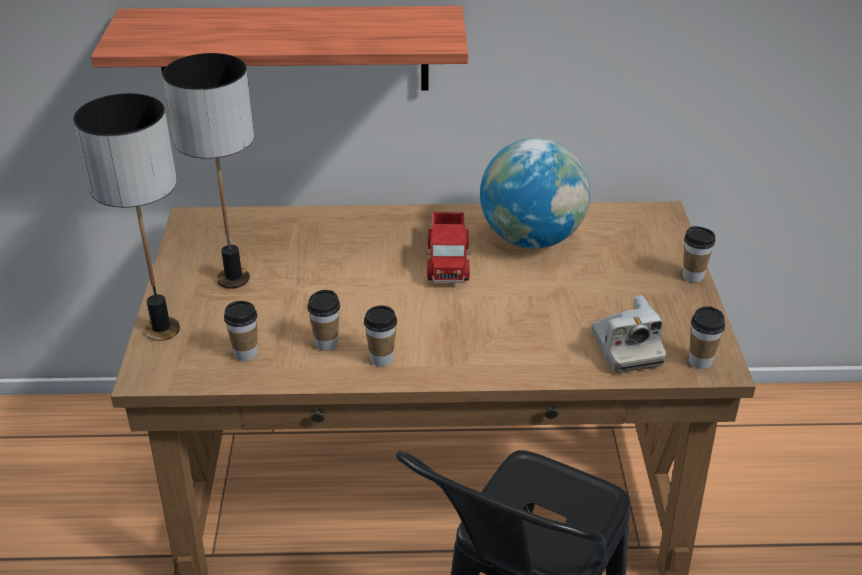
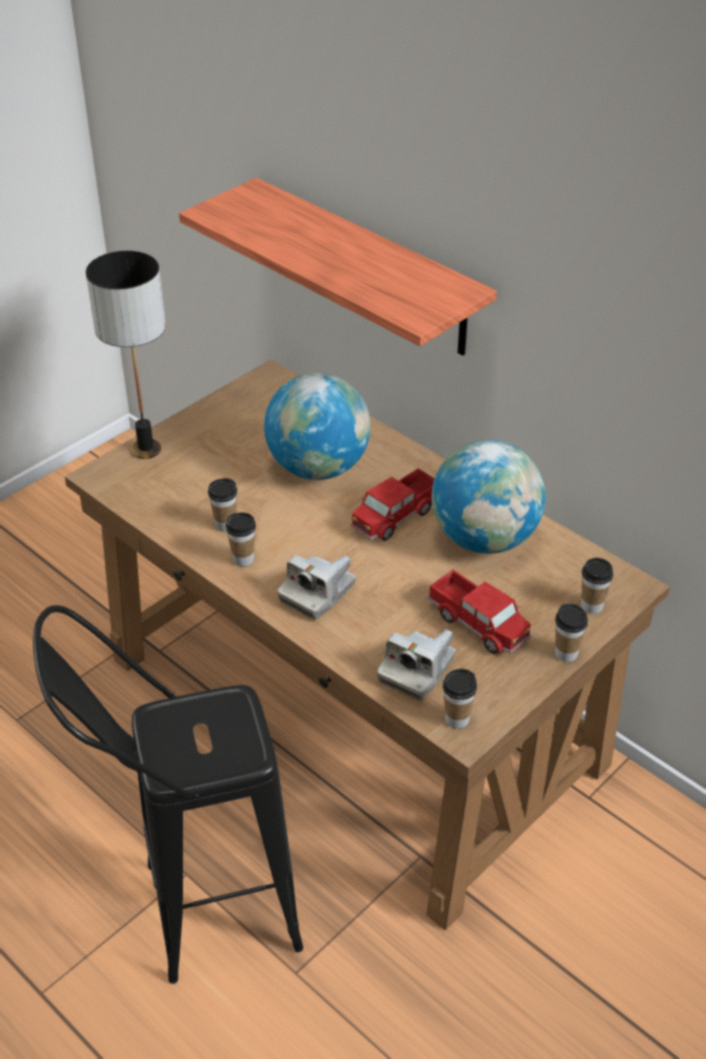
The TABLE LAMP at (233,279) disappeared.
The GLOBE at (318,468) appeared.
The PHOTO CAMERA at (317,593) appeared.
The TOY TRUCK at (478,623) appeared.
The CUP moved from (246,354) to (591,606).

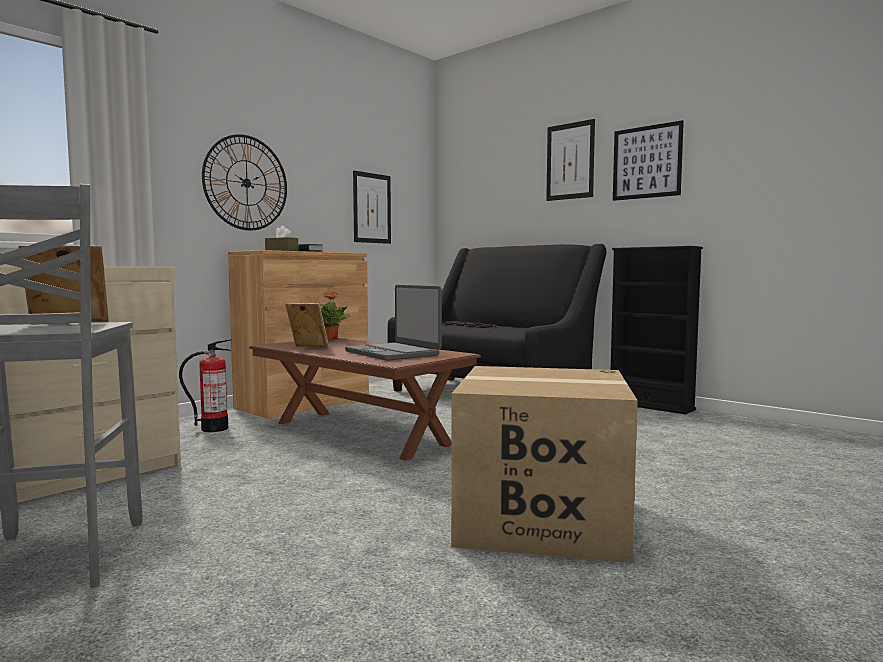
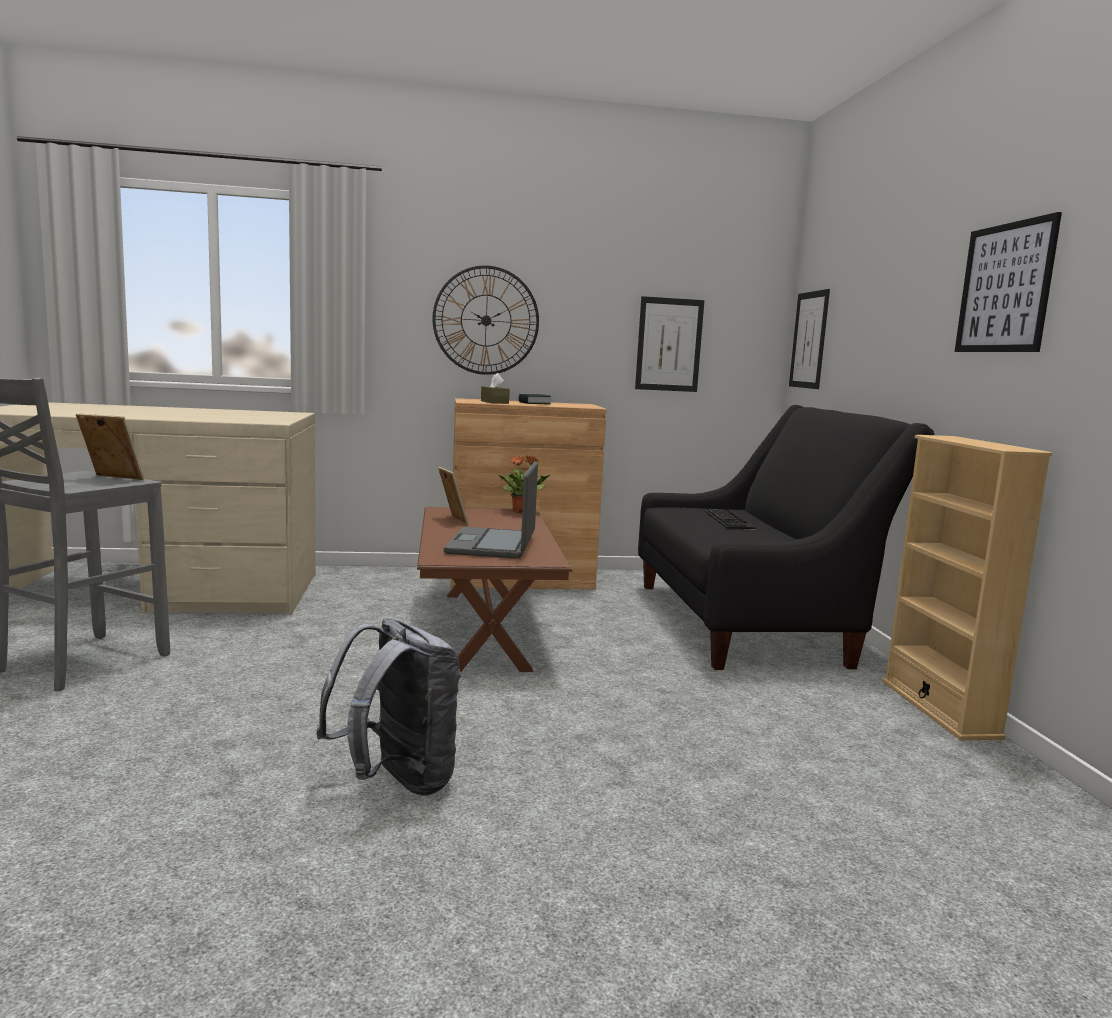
The FIRE EXTINGUISHER at (214,428) disappeared.
The PICTURE moved from (570,161) to (809,340).
The CARDBOARD BOX at (540,519) was replaced by the GREY BACKPACK at (396,782).
The BLACK BOOKCASE at (650,406) became the BEIGE BOOKCASE at (939,708).

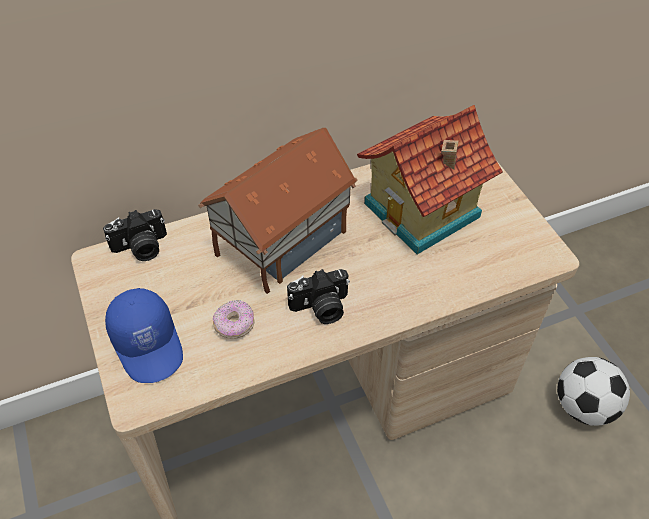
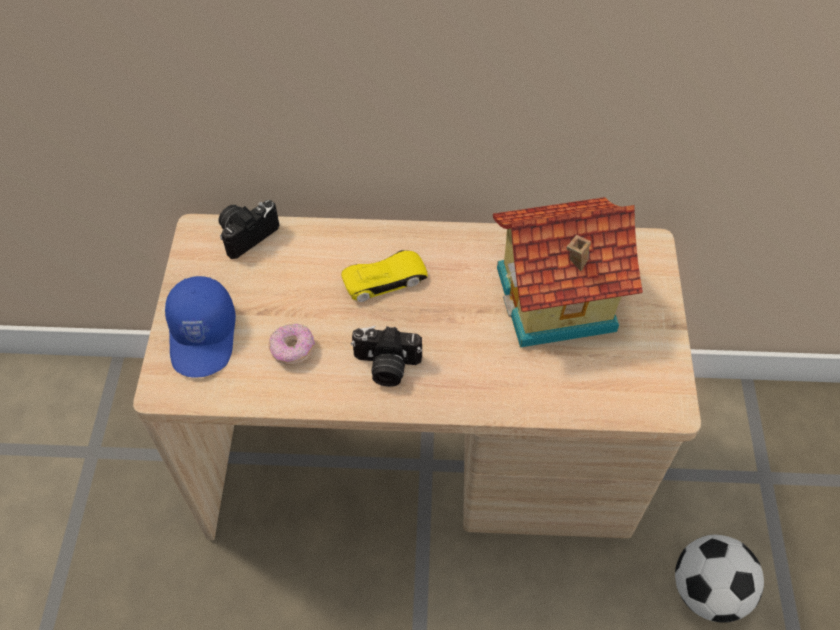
The TOY HOUSE at (280,242) was replaced by the YELLOW TOY CAR at (385,279).
The PHOTO CAMERA at (141,248) turned 135 degrees clockwise.

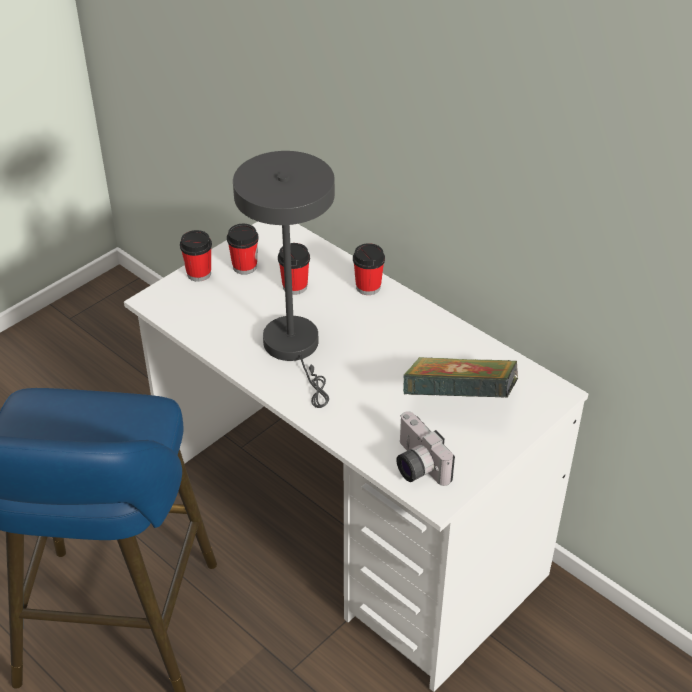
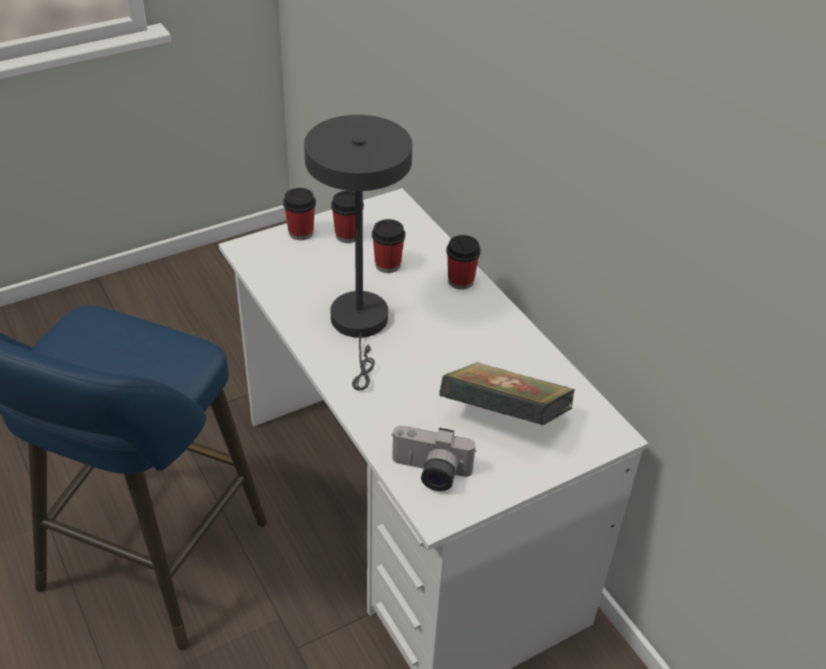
The PHOTO CAMERA at (415,465) turned 60 degrees counterclockwise.

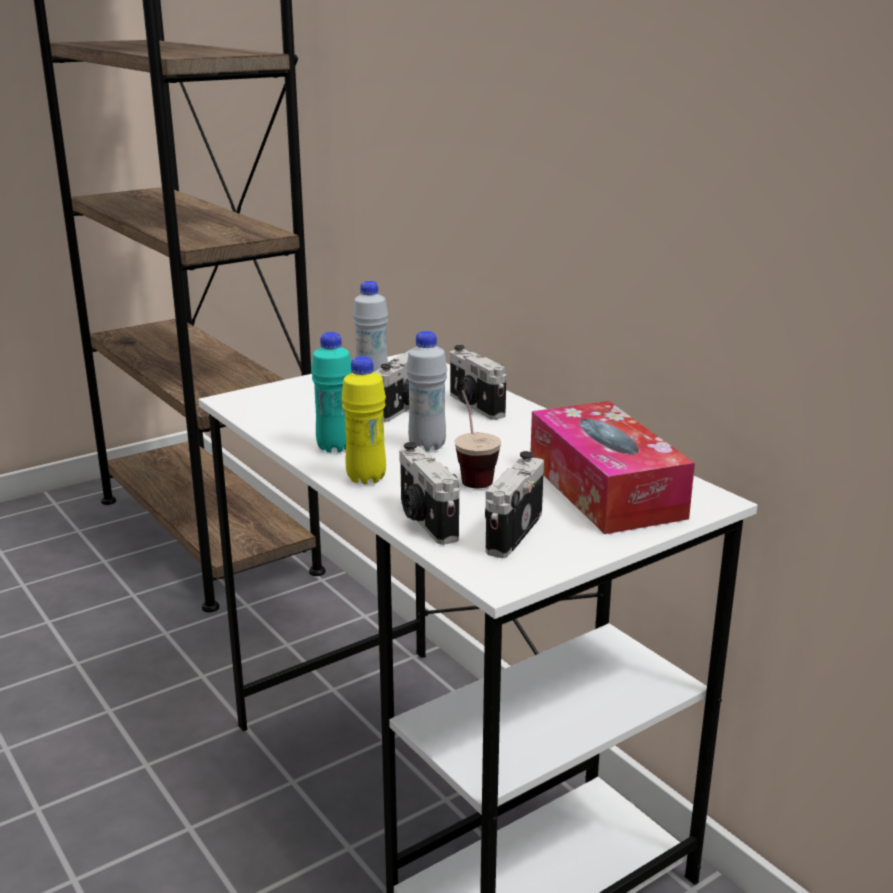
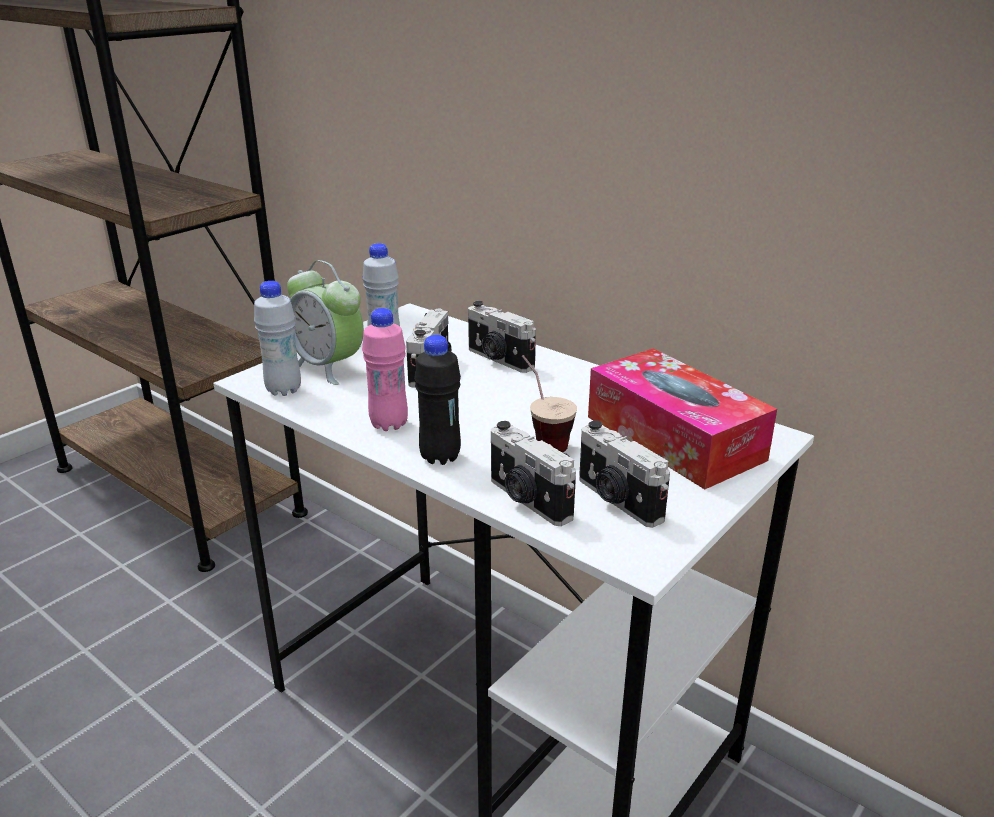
The ALARM CLOCK at (328,367) appeared.
The WHITE BOTTLE moved from (427,446) to (284,390).
The TURQUOISE BOTTLE at (335,447) became the PINK BOTTLE at (389,424).
The YELLOW BOTTLE at (366,478) became the BLACK BOTTLE at (440,457).
The PHOTO CAMERA at (510,532) turned 45 degrees counterclockwise.

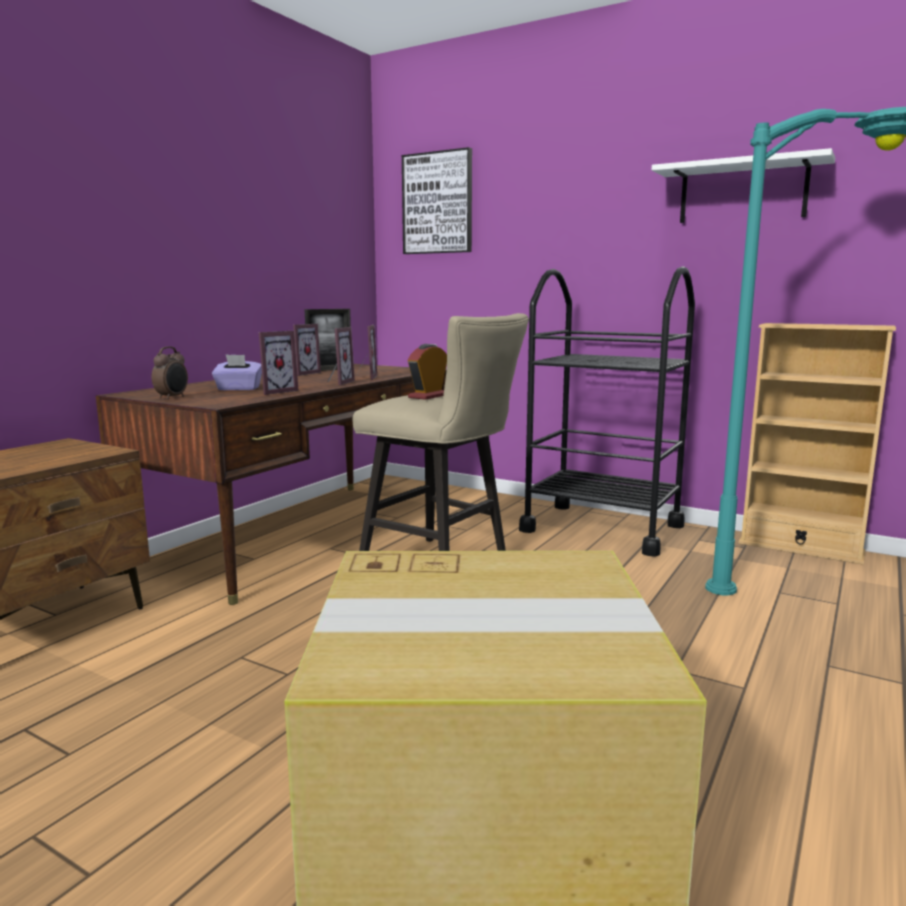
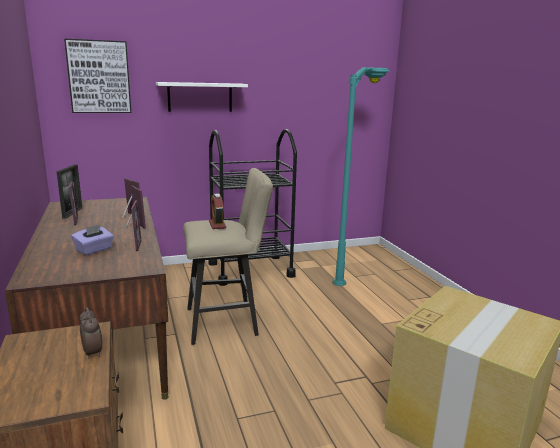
The BEIGE BOOKCASE at (800,548) disappeared.
The ALARM CLOCK moved from (172,398) to (93,353).
The WHITE SHELF moved from (742,192) to (200,97).

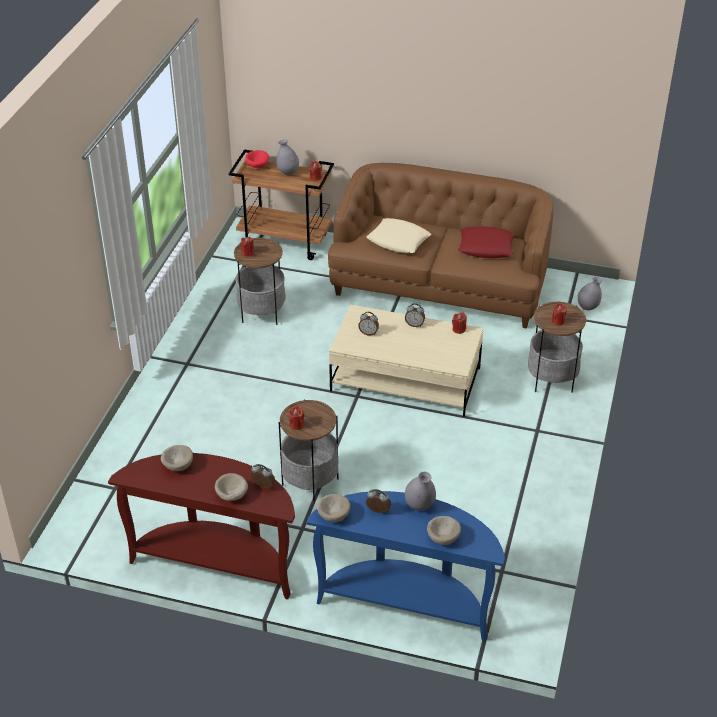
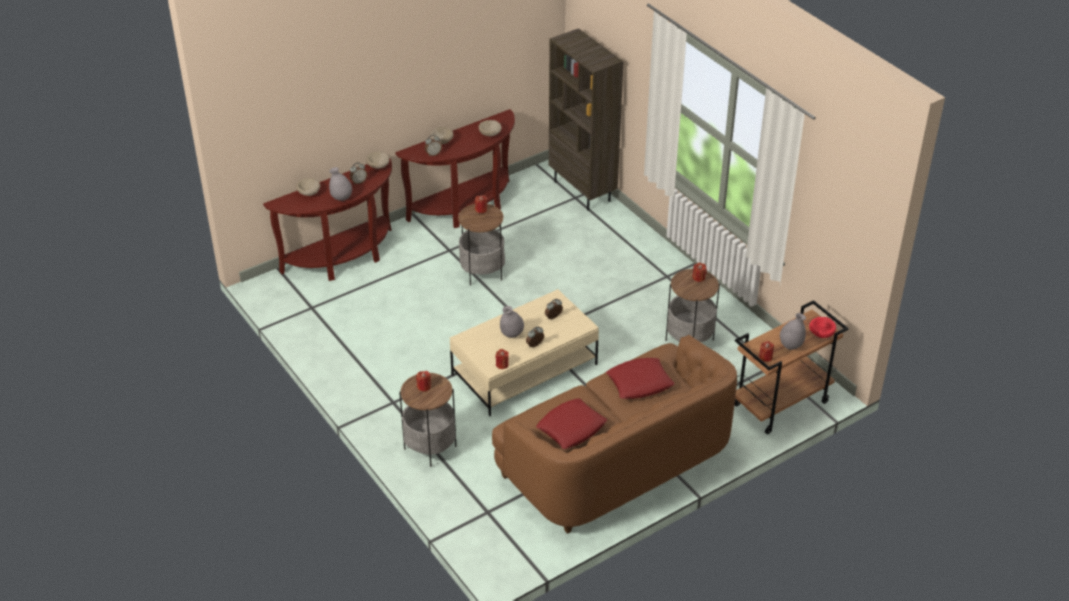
The BROWN BOOKCASE at (583,191) appeared.
The GREY VASE moved from (588,307) to (511,334).
The BLUE CONSOLE TABLE at (406,602) became the BROWN CONSOLE TABLE at (343,259).
The BEIGE PILLOW at (398,241) became the RED PILLOW at (639,383).

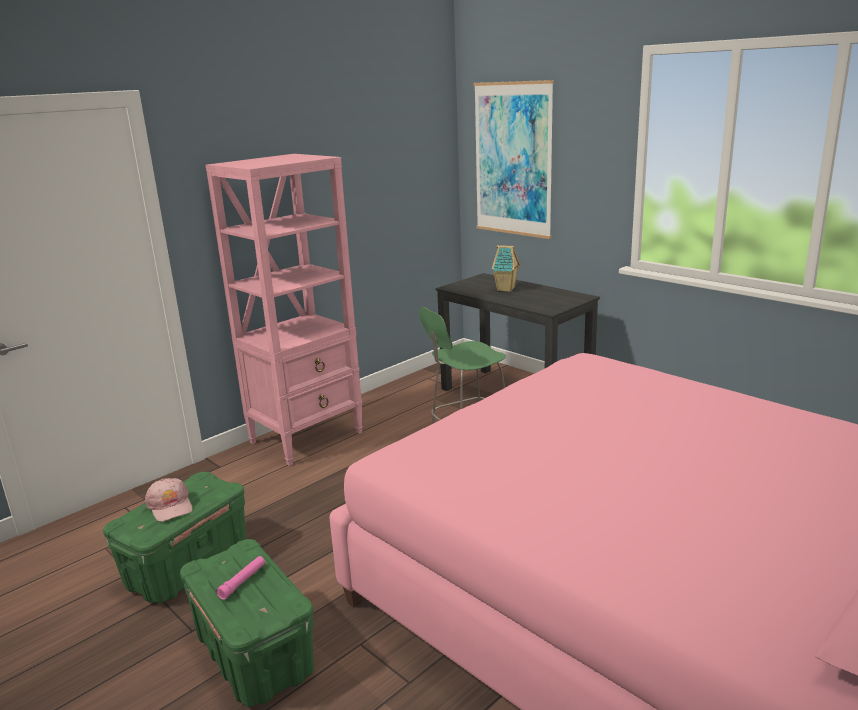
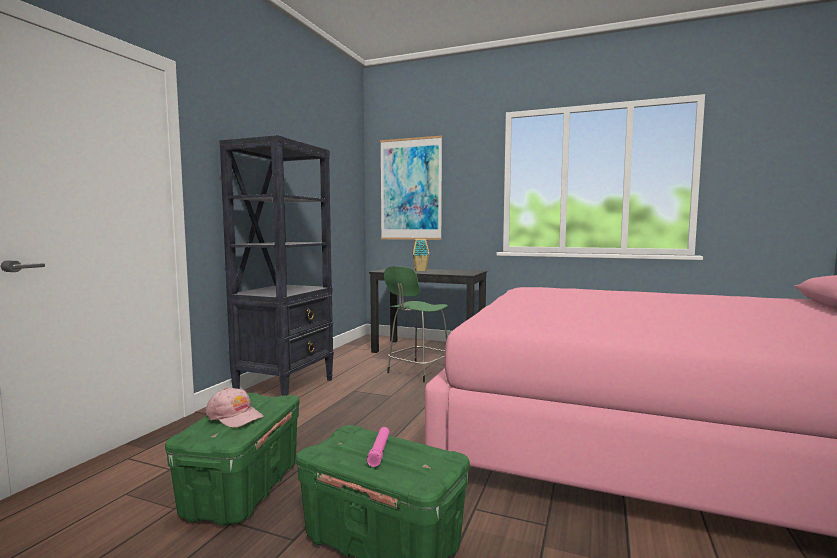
The PINK BOOKCASE at (307,437) became the BLACK BOOKCASE at (286,387).

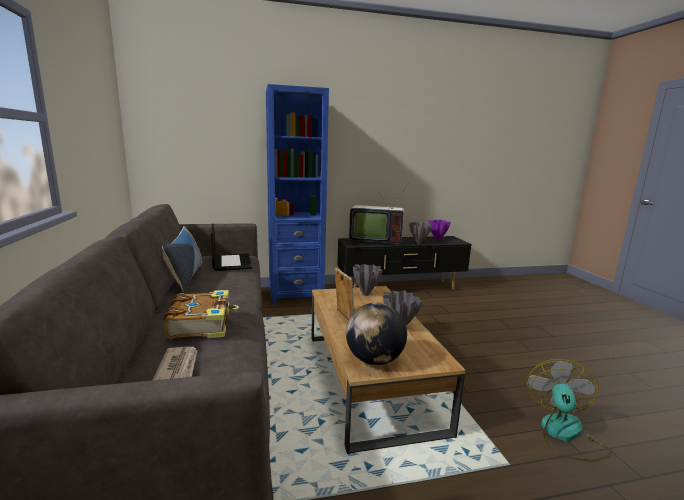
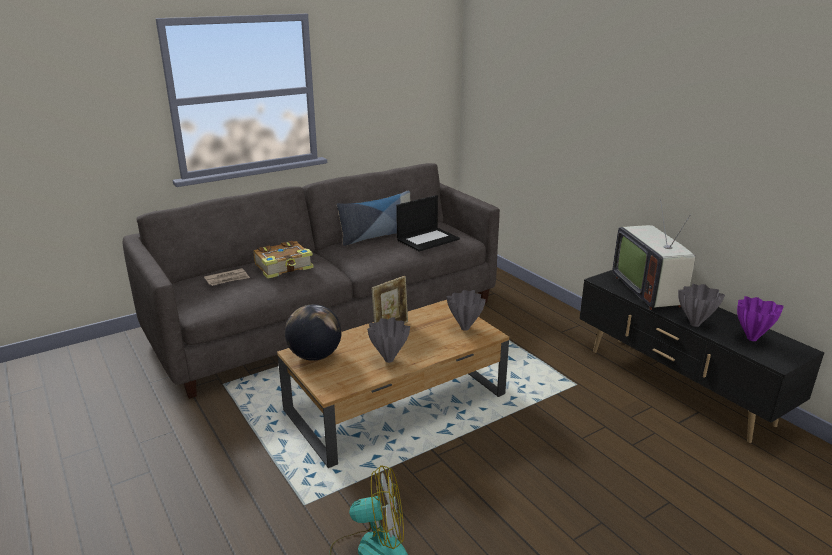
The BLUE BOOKCASE at (295,294) disappeared.

